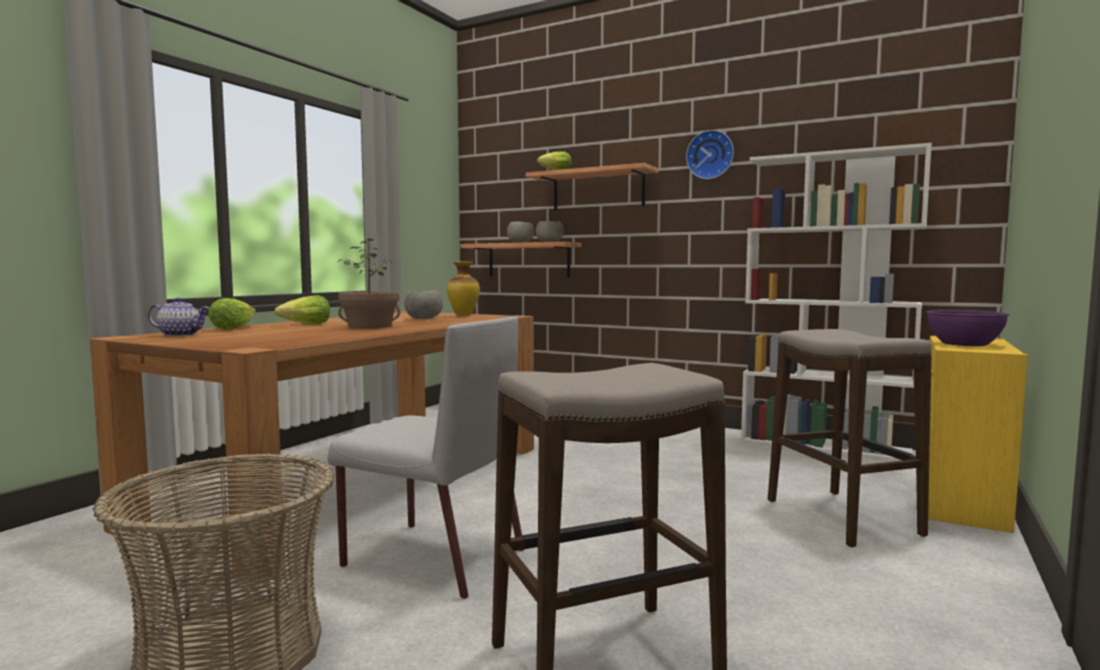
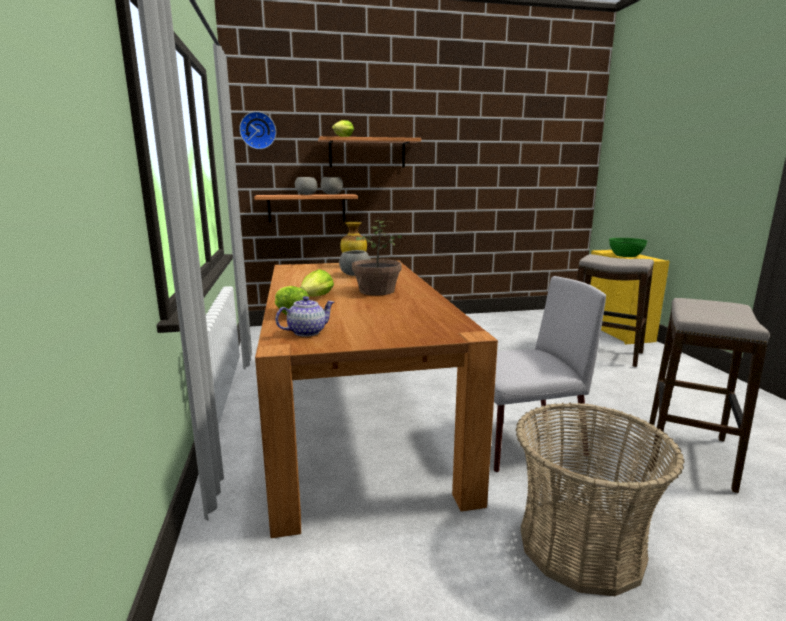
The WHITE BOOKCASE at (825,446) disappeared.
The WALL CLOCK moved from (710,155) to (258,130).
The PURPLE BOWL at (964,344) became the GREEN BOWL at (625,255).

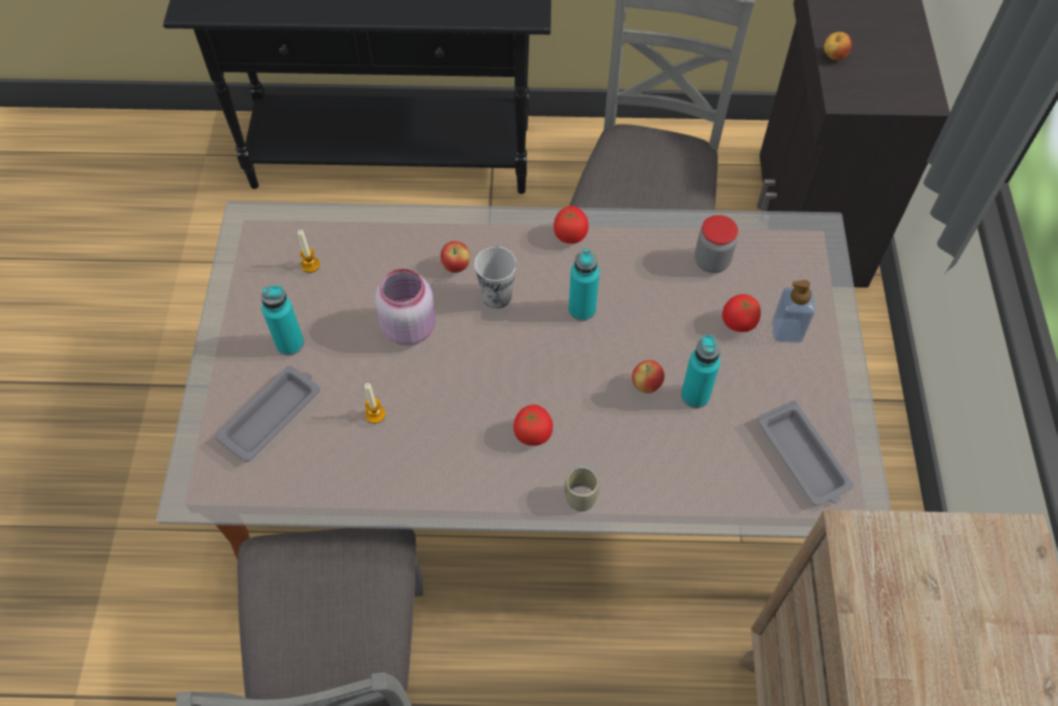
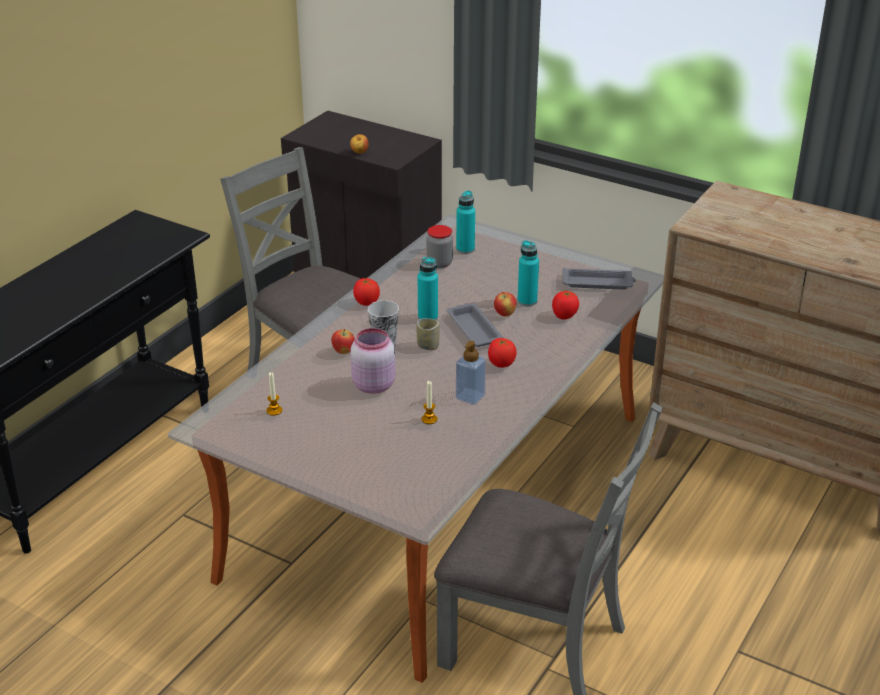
The GREY TRAY moved from (272,415) to (473,329).
The TURQUOISE BOTTLE moved from (290,343) to (465,249).
The CUP moved from (580,497) to (428,346).
The TOMATO moved from (738,323) to (564,316).
The SOAP DISPENSER moved from (787,330) to (470,397).

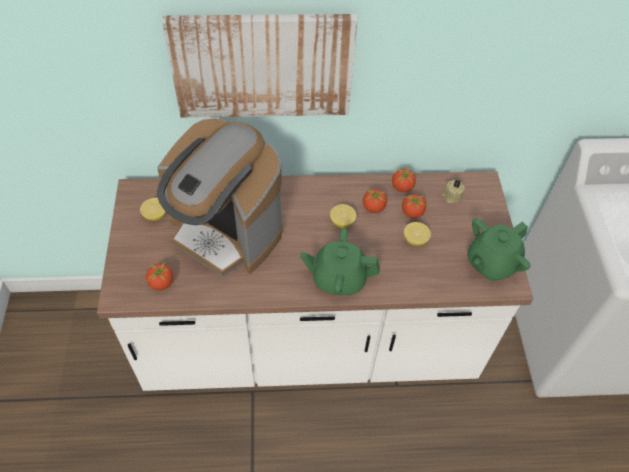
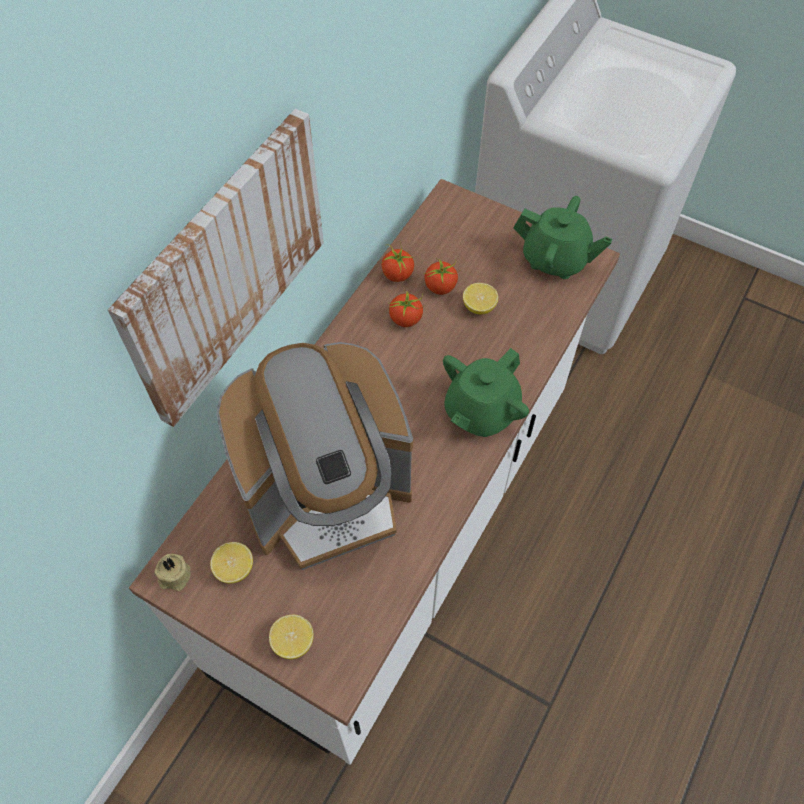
The TOMATO at (161,283) disappeared.
The LEMON moved from (342,222) to (293,641).
The BEIGE CANDLE moved from (451,196) to (174,576).
The GREEN TEAPOT at (491,263) turned 60 degrees counterclockwise.

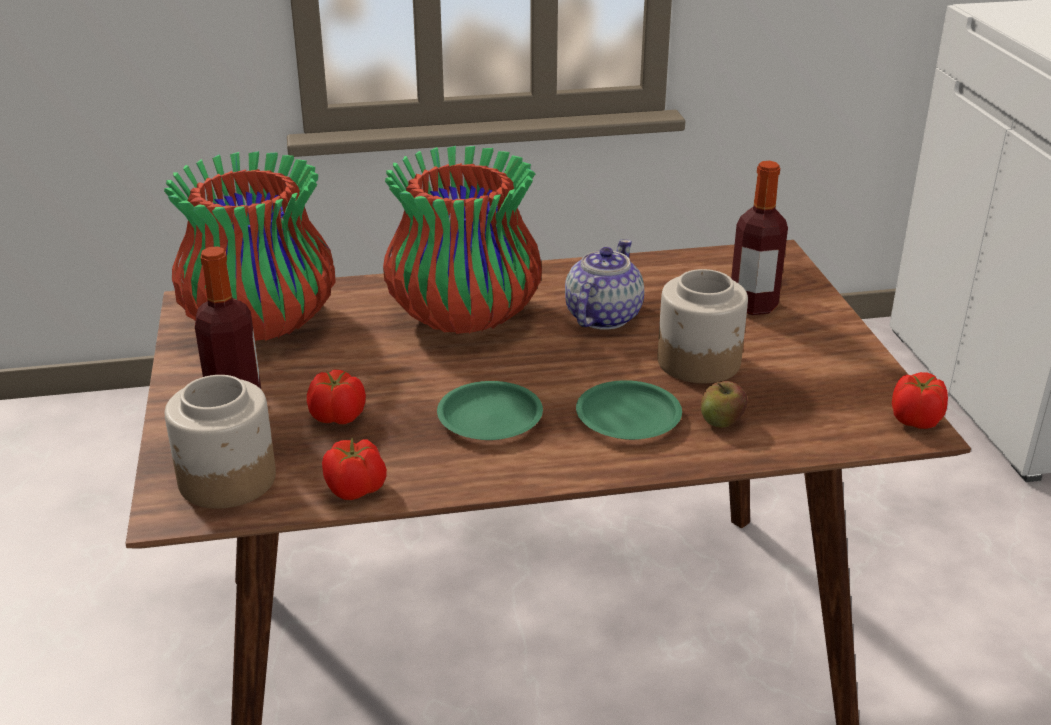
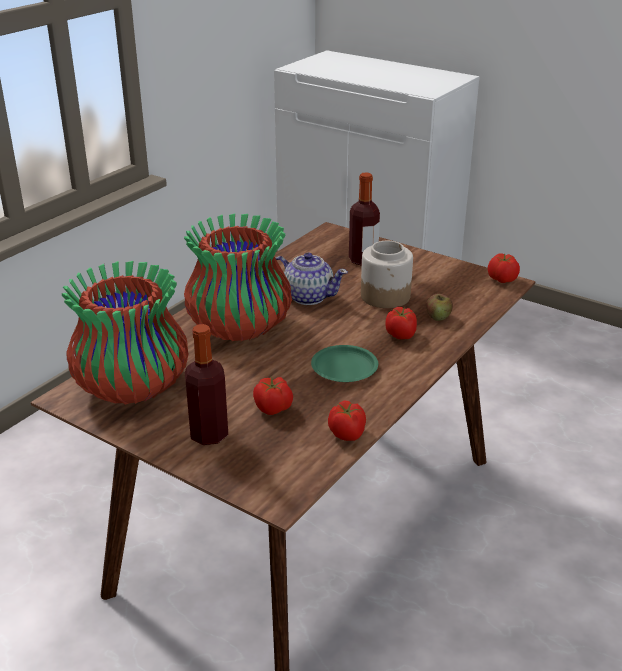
The JAR at (227,480) disappeared.
The GREEN PLATE at (629,417) was replaced by the TOMATO at (401,335).
The TEAPOT at (602,317) turned 135 degrees clockwise.

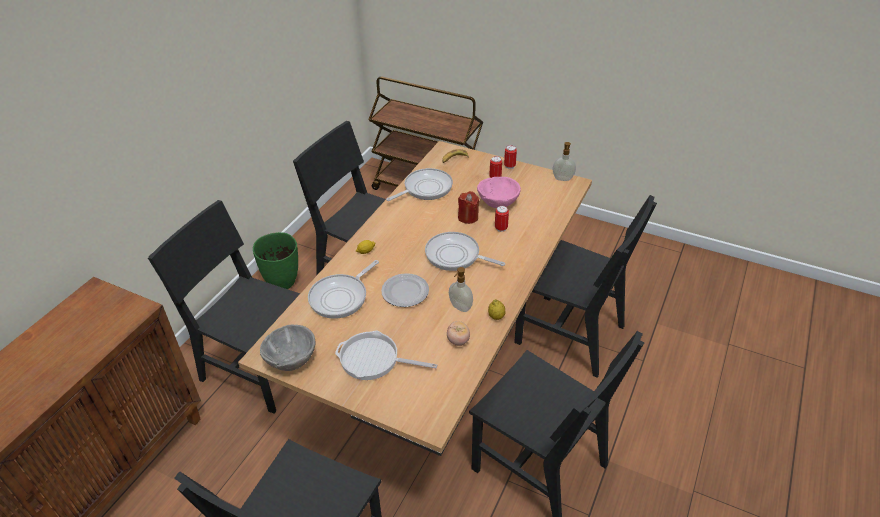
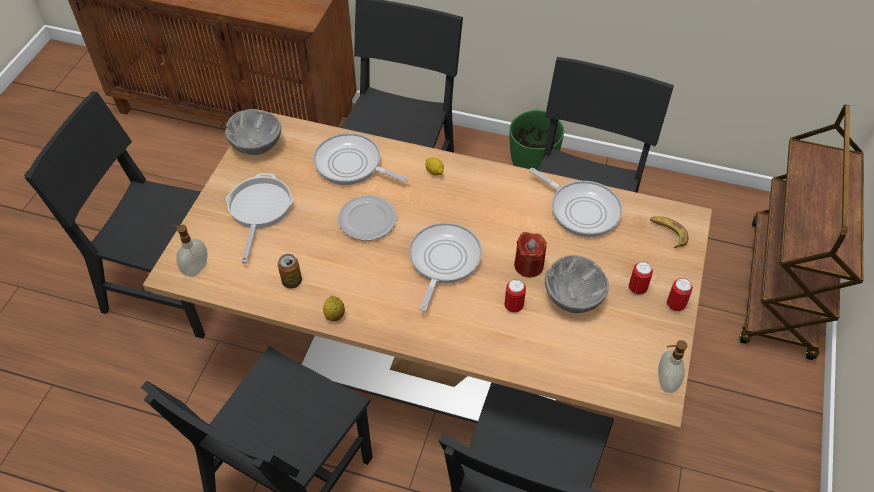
The SOAP DISPENSER moved from (460,307) to (195,268).
The TOMATO at (458,340) was replaced by the CAN at (292,281).
The PINK BOWL at (497,203) became the GREY BOWL at (572,297).

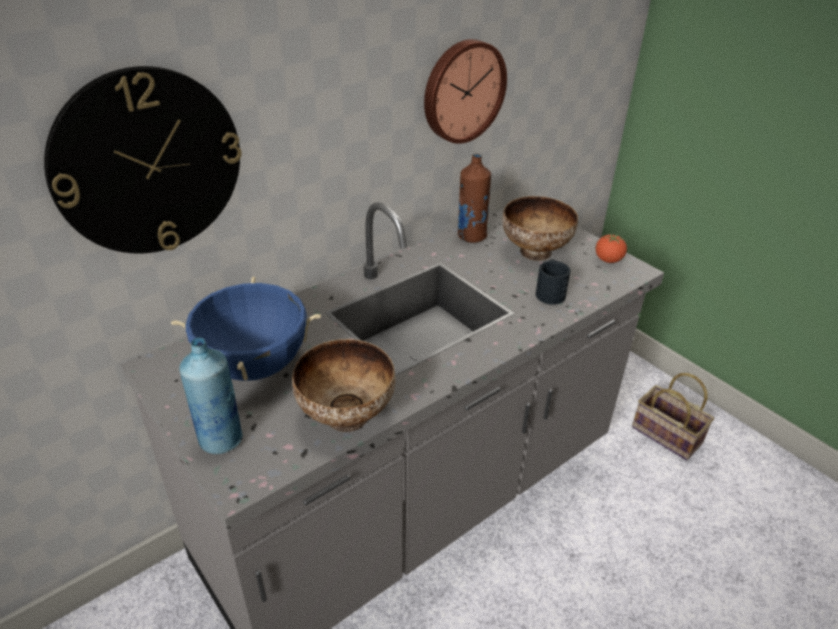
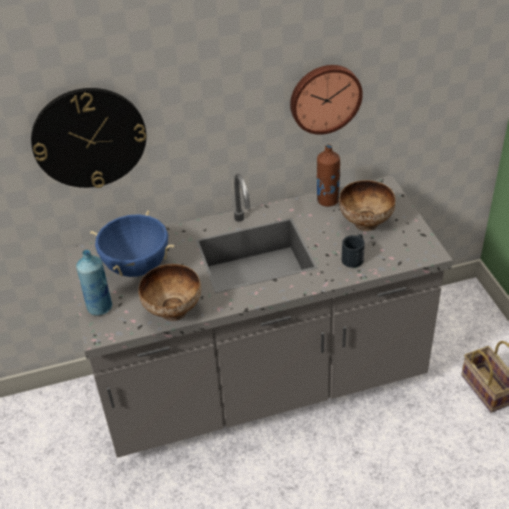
The TOMATO at (608,260) disappeared.

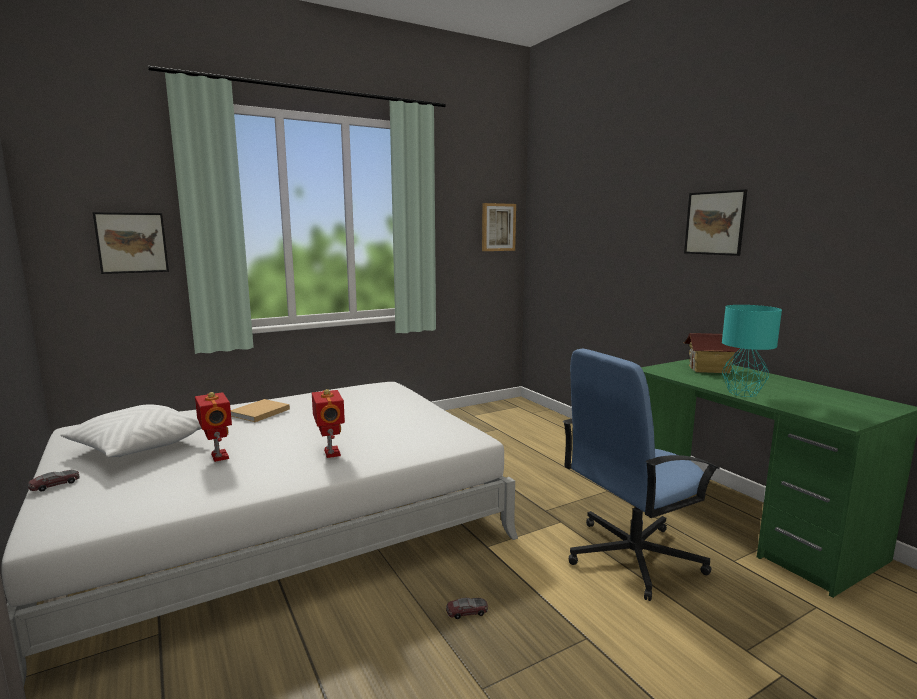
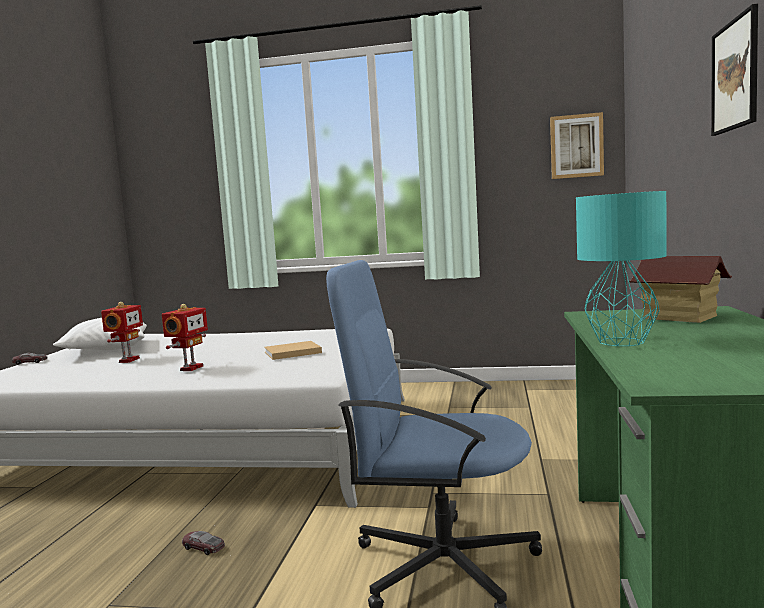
The PICTURE at (132,243) disappeared.
The BEIGE BOOK moved from (258,413) to (291,353).

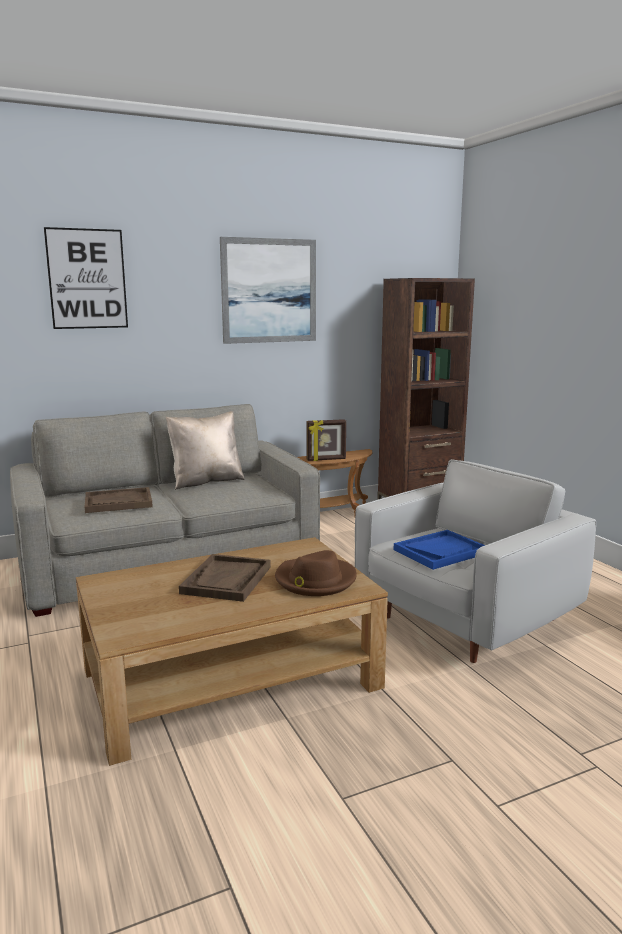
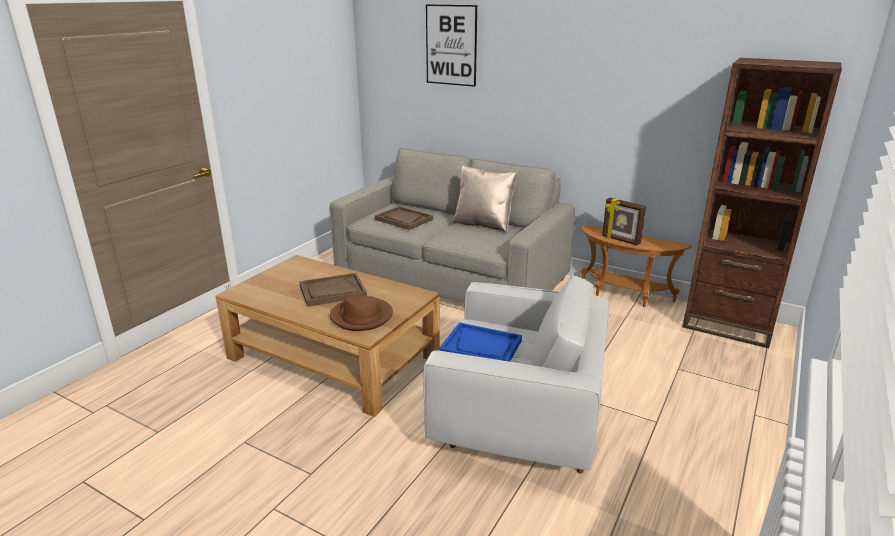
The PICTURE at (269,291) disappeared.

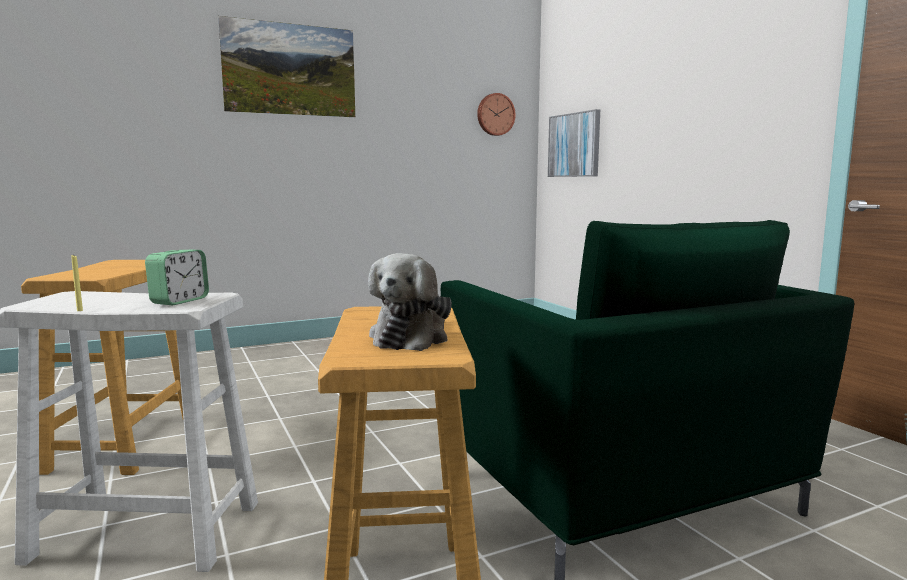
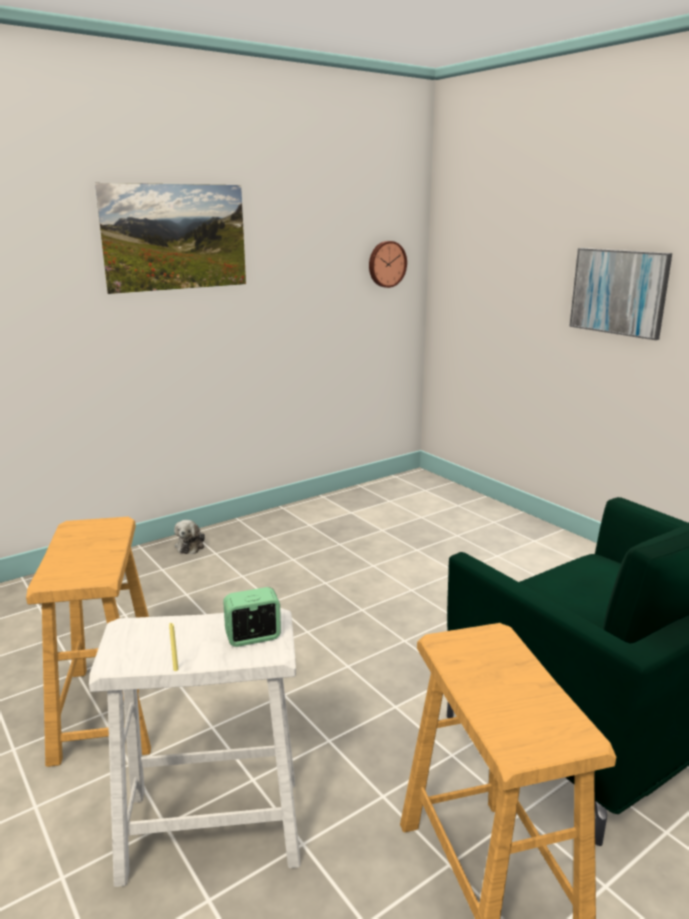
The PLUSH TOY moved from (411,337) to (190,546).
The PICTURE moved from (574,145) to (619,292).
The ALARM CLOCK at (179,301) turned 120 degrees counterclockwise.

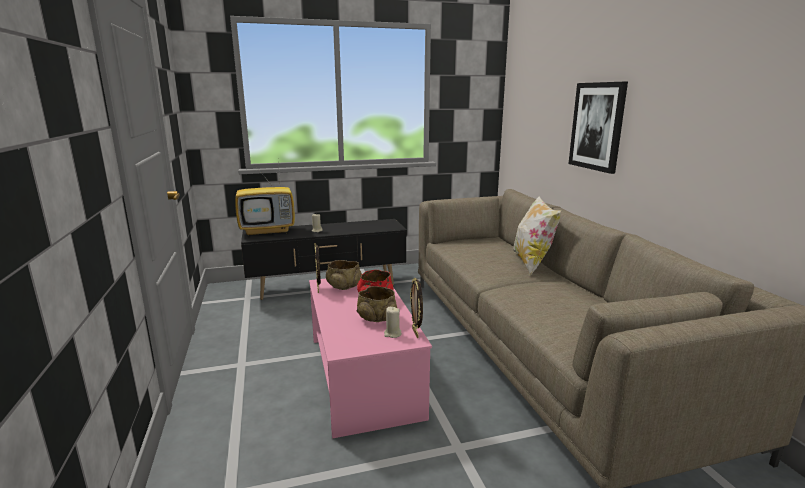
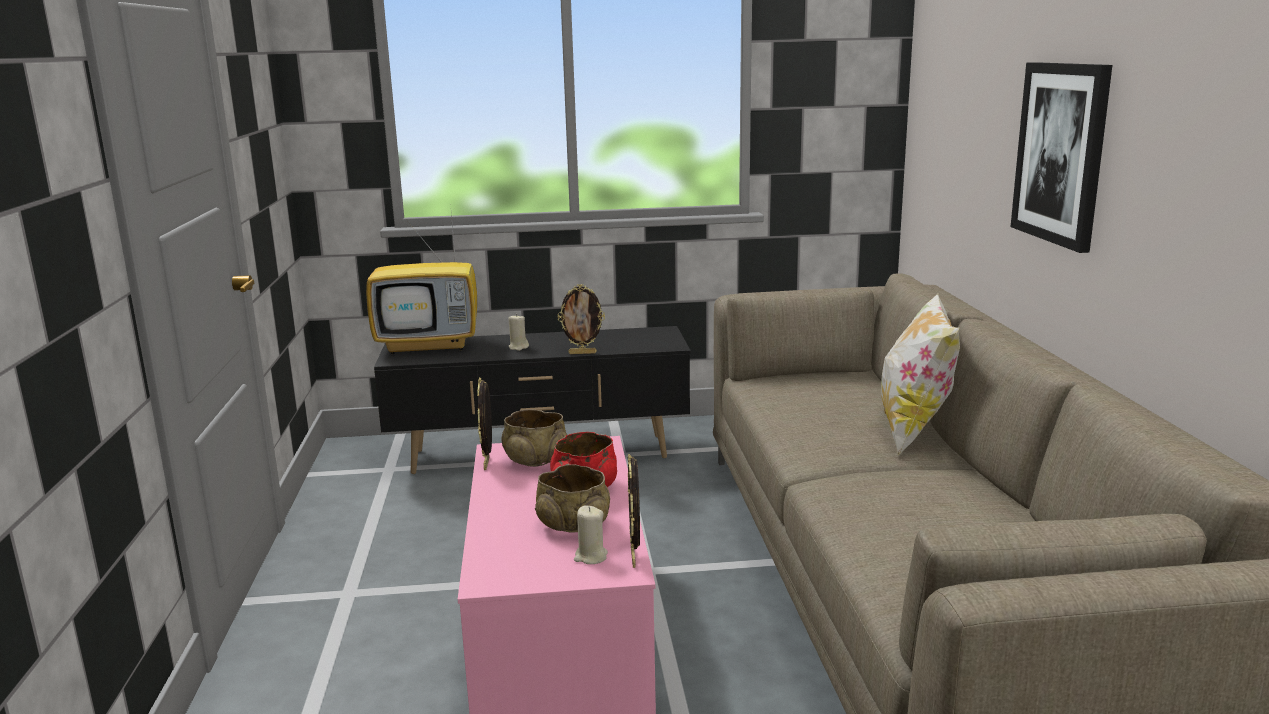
The PICTURE FRAME at (582,353) appeared.

